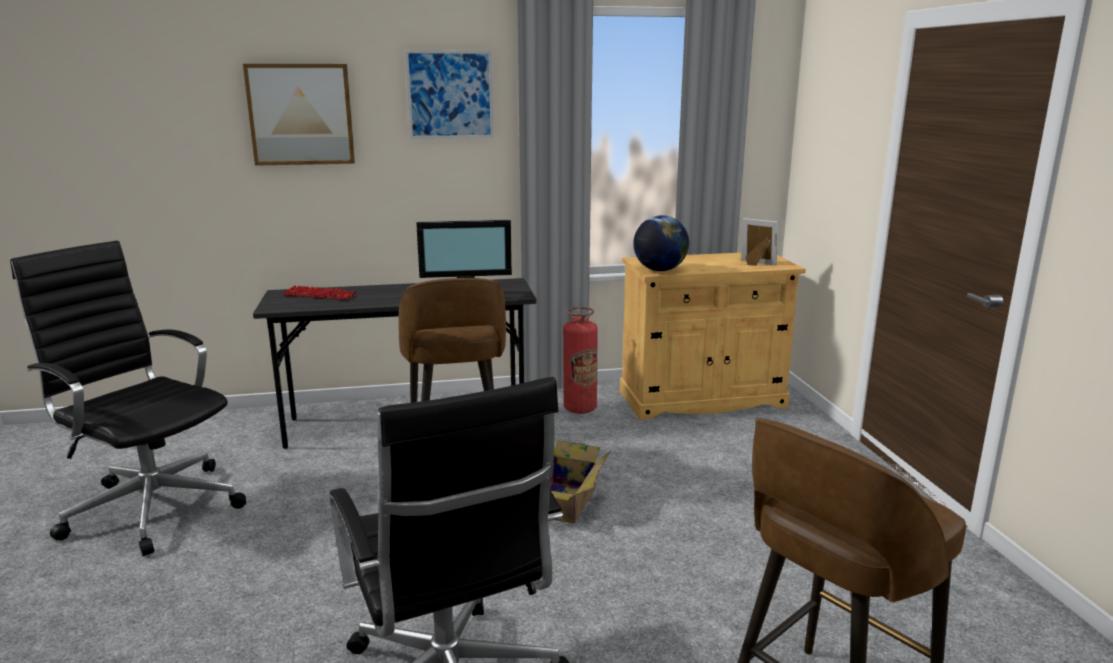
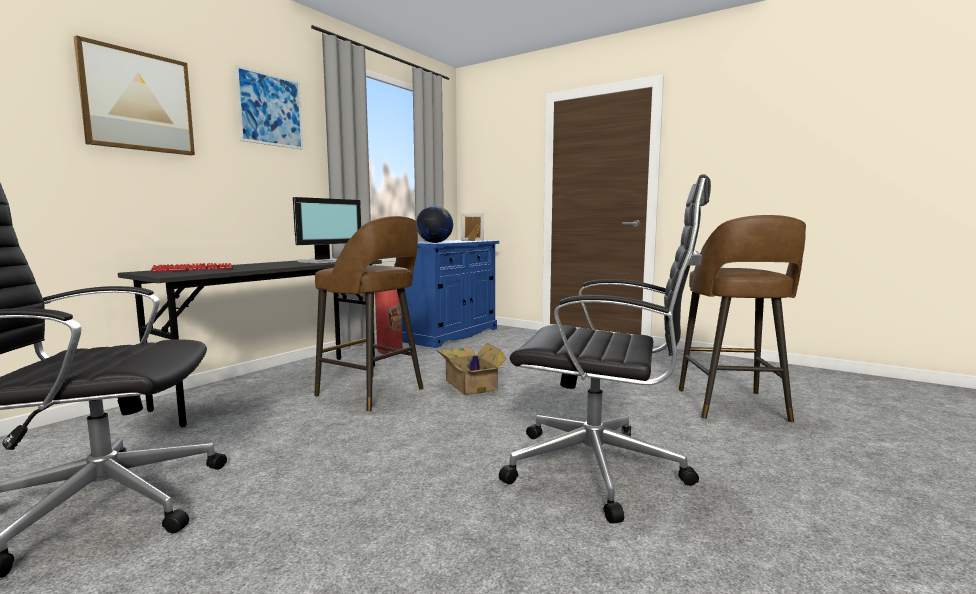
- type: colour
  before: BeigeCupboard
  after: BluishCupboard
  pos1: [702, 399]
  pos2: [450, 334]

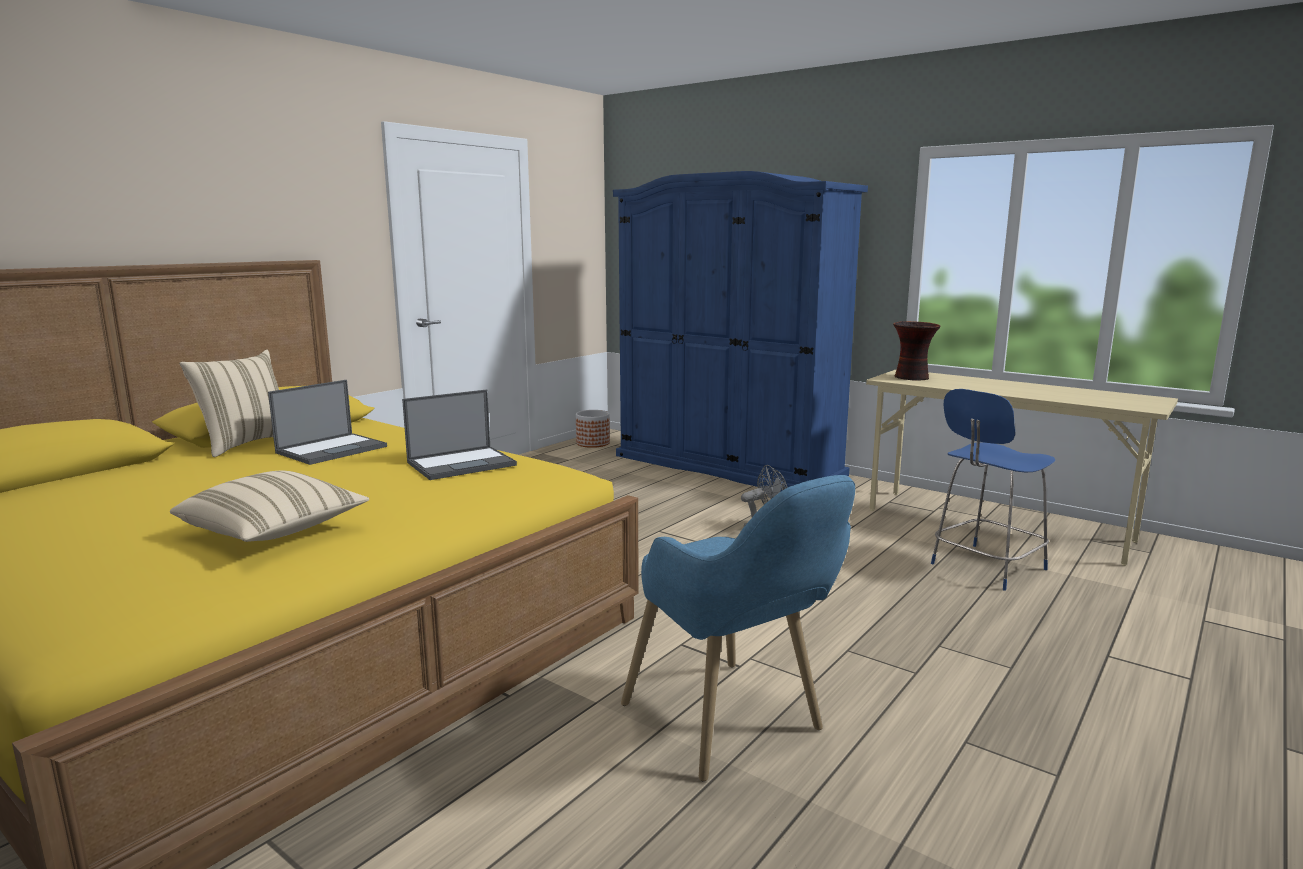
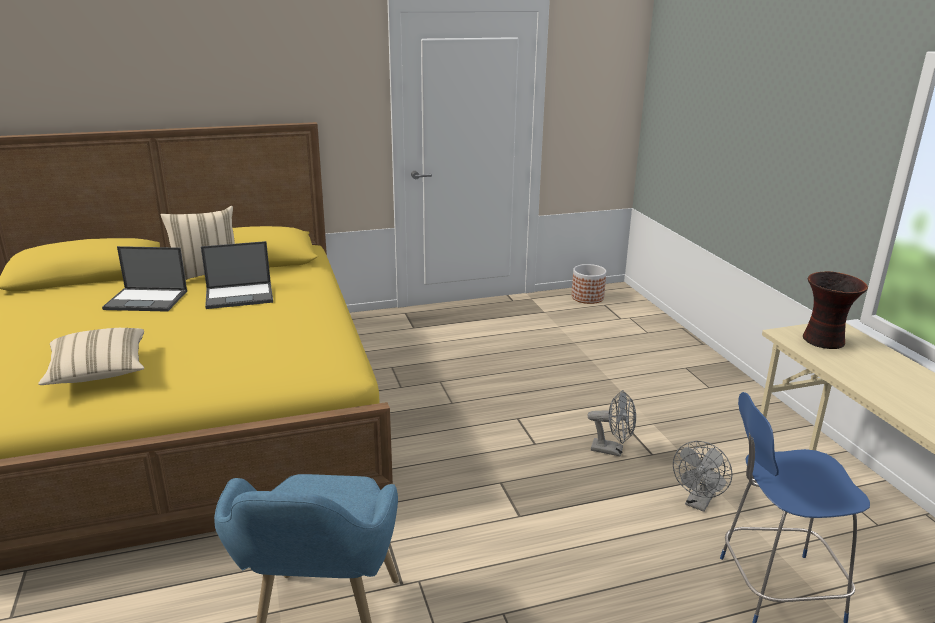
- type: missing
  before: BluishWardrobe
  pos1: [727, 465]
- type: appeared
  after: GrayCoolingFan
  pos2: [698, 503]
- type: relocated
  before: NotebookComputer
  pos1: [462, 463]
  pos2: [147, 300]

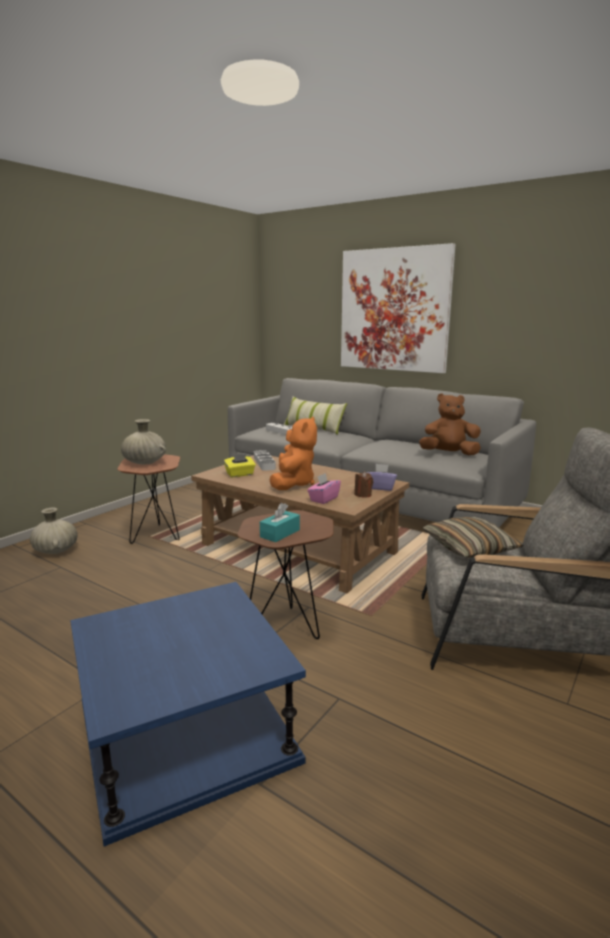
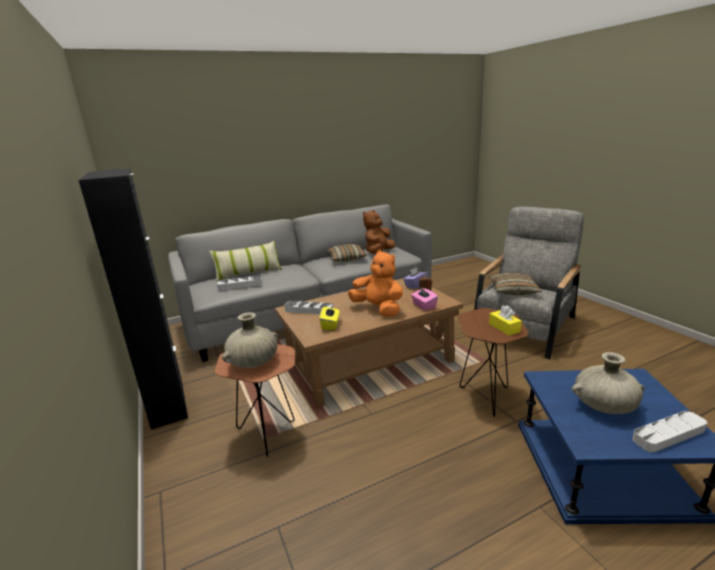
- type: missing
  before: WallArt
  pos1: [394, 310]
- type: appeared
  after: BlackColouredCupboard
  pos2: [167, 402]
- type: appeared
  after: Cushion
  pos2: [346, 258]
- type: appeared
  after: GrayTray
  pos2: [668, 434]
- type: relocated
  before: BeigeDecorativeVase
  pos1: [55, 551]
  pos2: [604, 406]
- type: colour
  before: BlueGreenTissueBox
  after: YellowColouredTissueBox
  pos1: [280, 533]
  pos2: [504, 328]

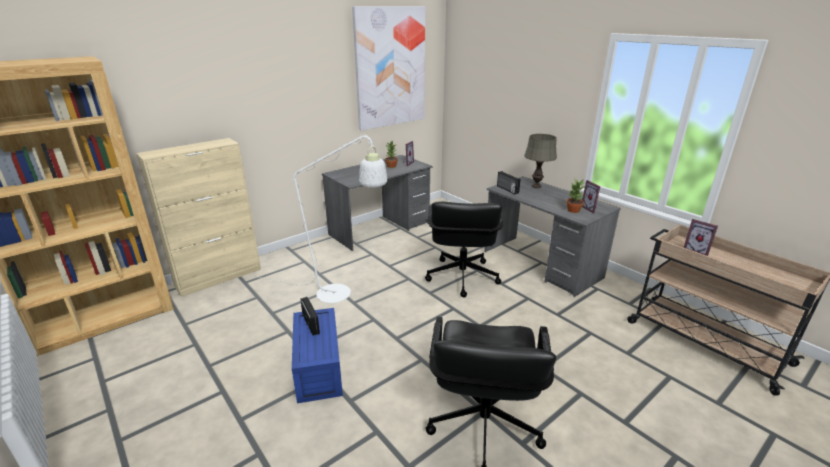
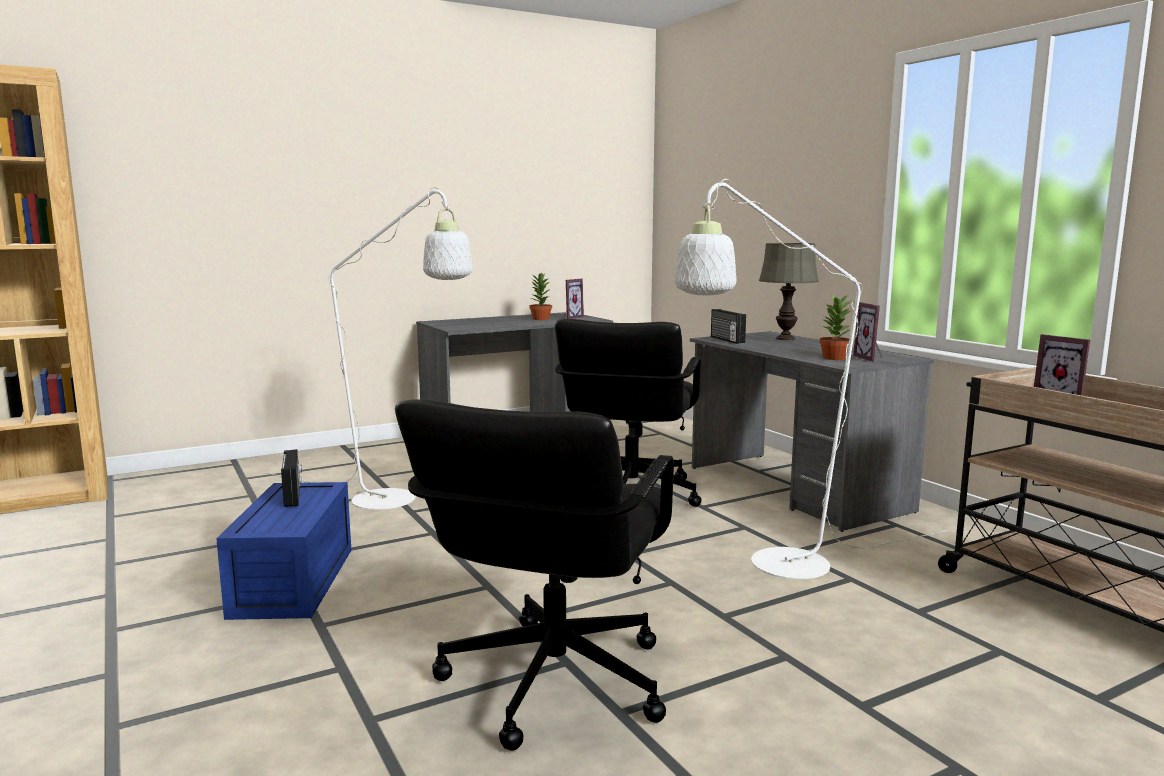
- type: missing
  before: BeigeCupboard
  pos1: [219, 277]
- type: missing
  before: WallArt
  pos1: [390, 68]
- type: appeared
  after: WhitishStandardLamp
  pos2: [773, 566]

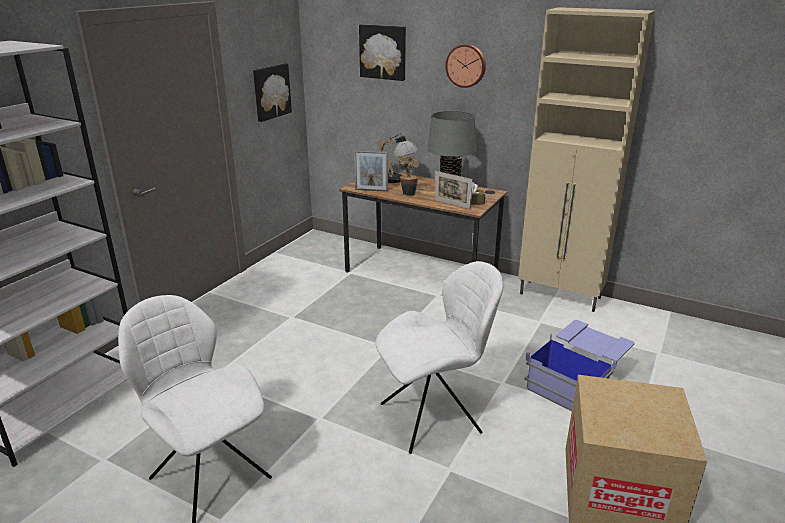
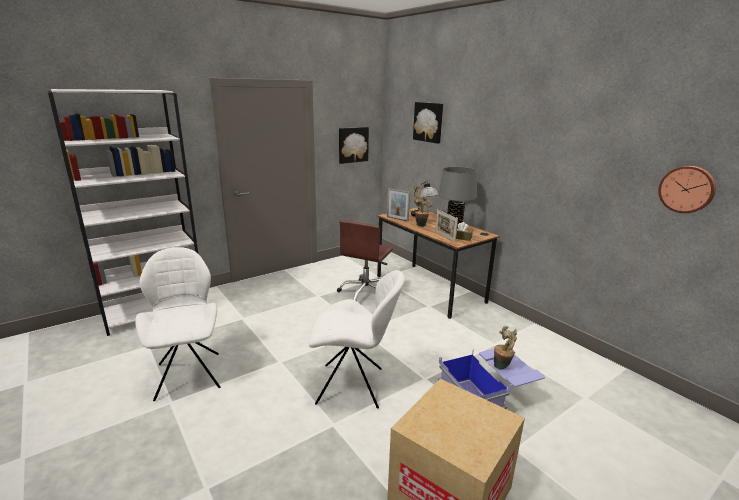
- type: missing
  before: BeigeCupboard
  pos1: [561, 296]
- type: appeared
  after: BrownishDeskChair
  pos2: [365, 293]
- type: appeared
  after: PlantInAPot
  pos2: [502, 366]
- type: relocated
  before: HangingClock
  pos1: [466, 65]
  pos2: [687, 189]

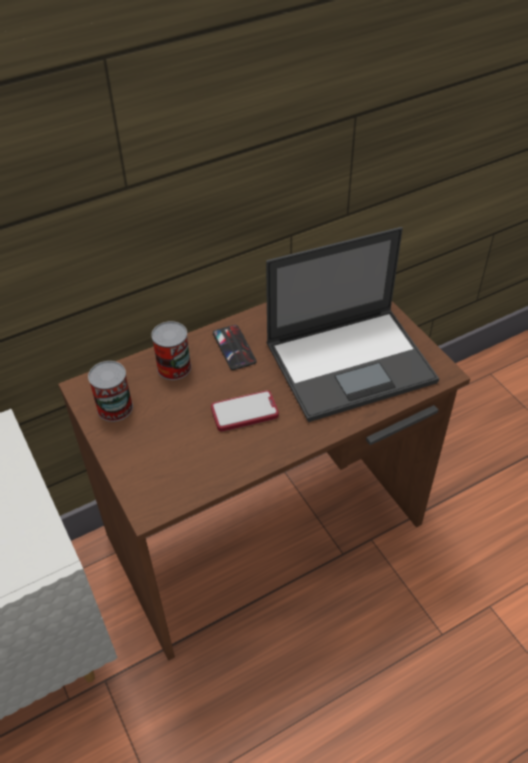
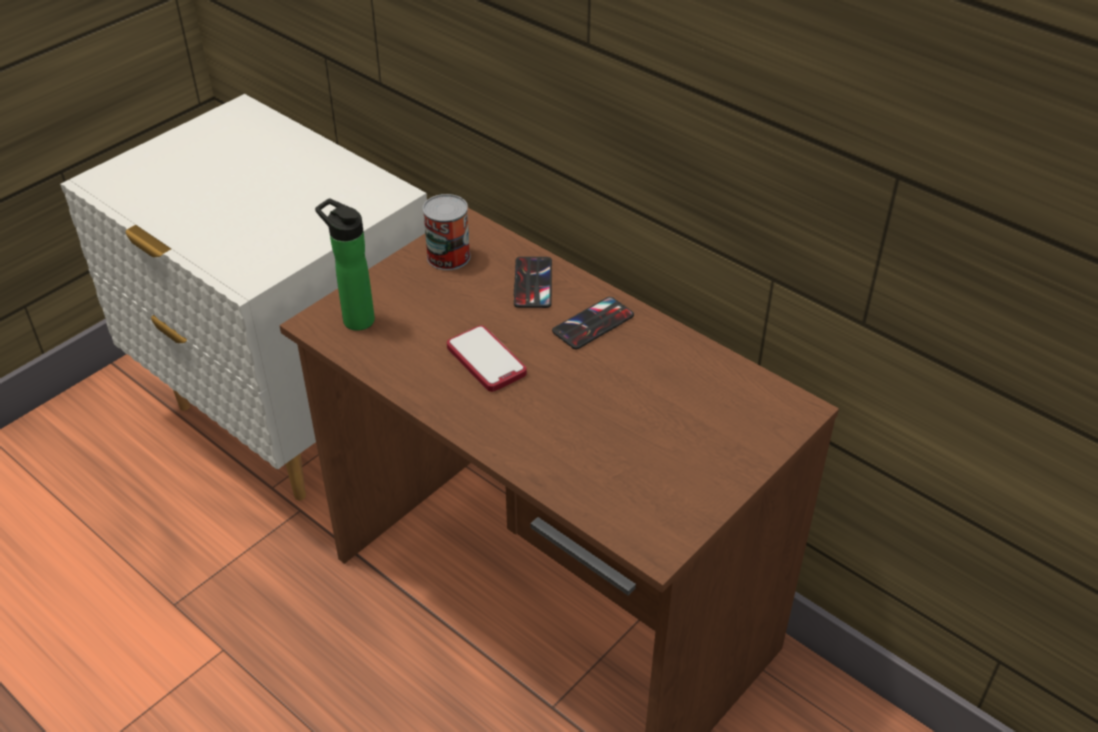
- type: missing
  before: NotebookComputer
  pos1: [351, 362]
- type: appeared
  after: DrinkBottle
  pos2: [355, 318]
- type: exchanged
  before: MetalCan
  after: Handset
  pos1: [174, 367]
  pos2: [532, 283]

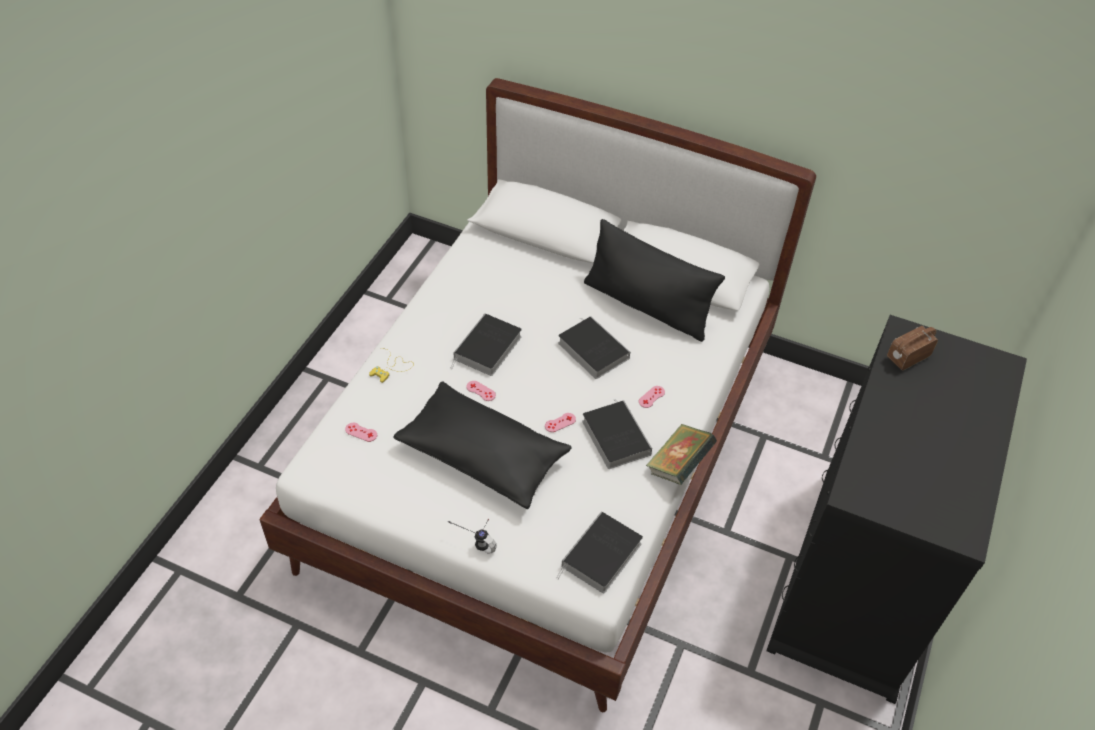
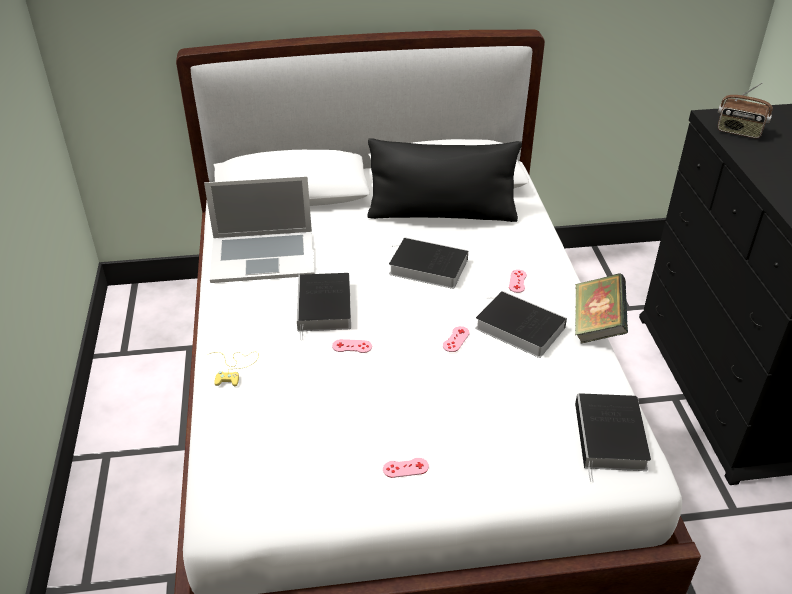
- type: missing
  before: BlackColouredCushion
  pos1: [483, 456]
- type: missing
  before: Headphones
  pos1: [477, 538]
- type: appeared
  after: NotebookComputer
  pos2: [263, 256]
- type: relocated
  before: PinkColouredGameController
  pos1: [361, 432]
  pos2: [405, 468]
- type: spun
  before: Radio
  pos1: [907, 357]
  pos2: [739, 132]
  turn: -90

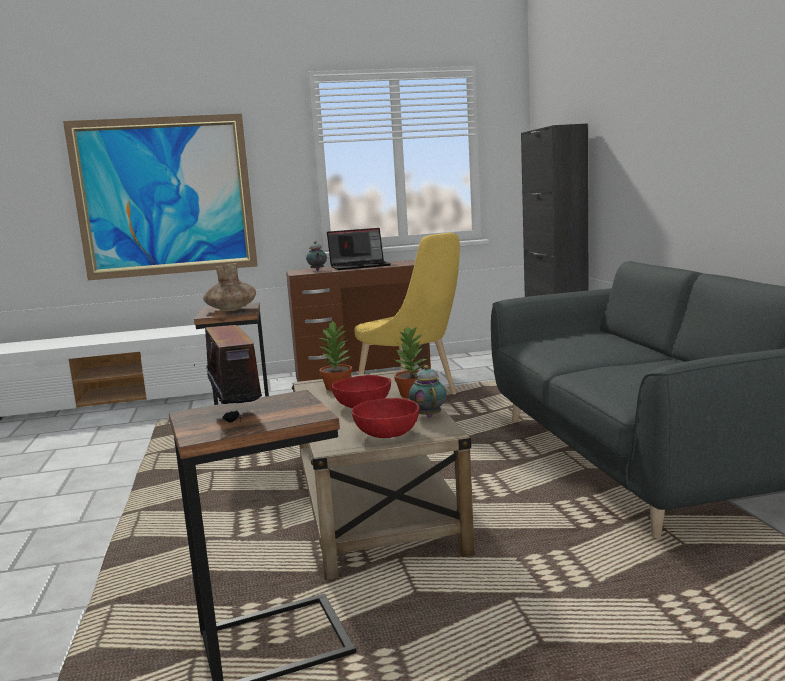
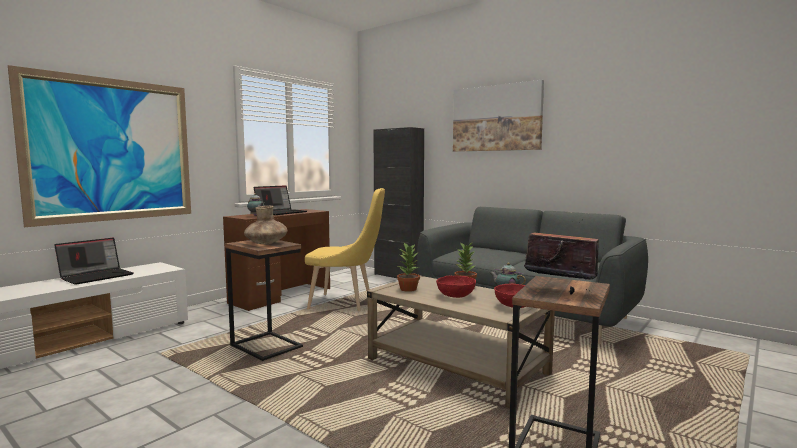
- type: appeared
  after: NotebookComputer
  pos2: [97, 276]
- type: appeared
  after: WallArt
  pos2: [496, 118]

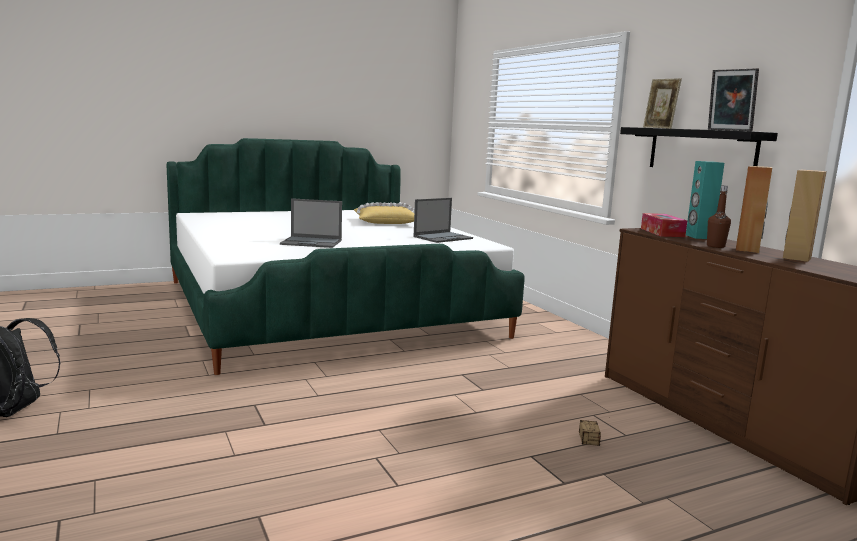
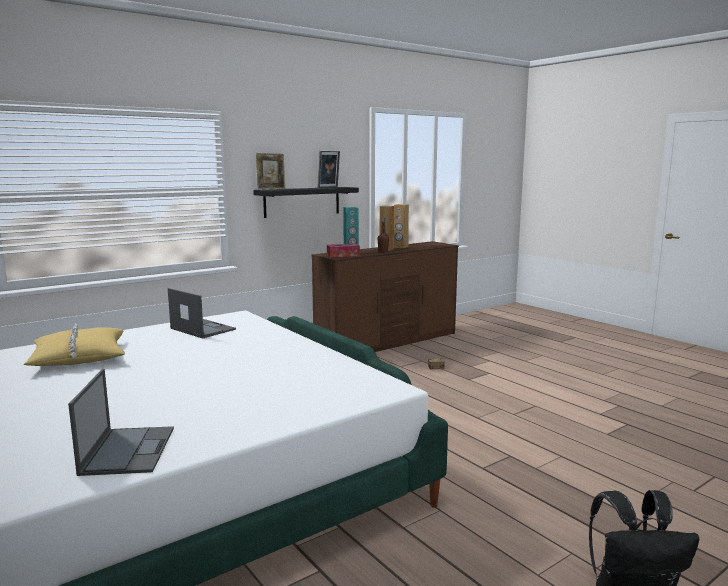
- type: relocated
  before: NotebookComputer
  pos1: [312, 242]
  pos2: [128, 450]

